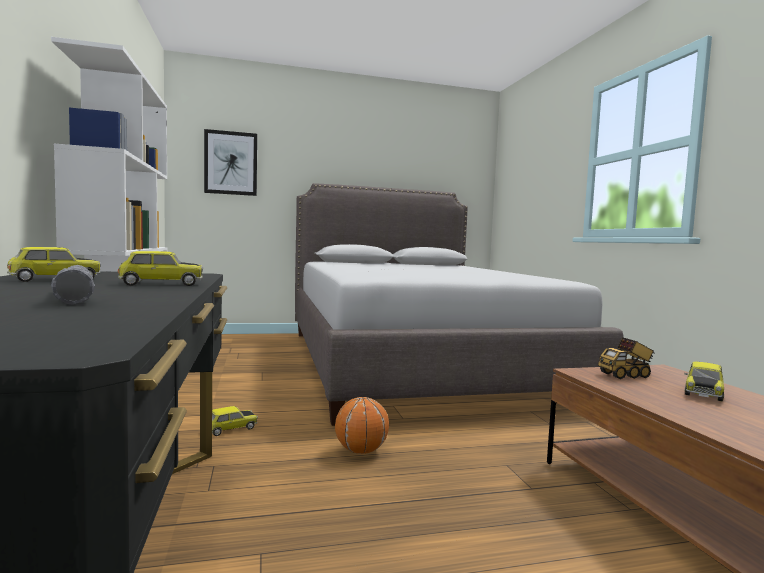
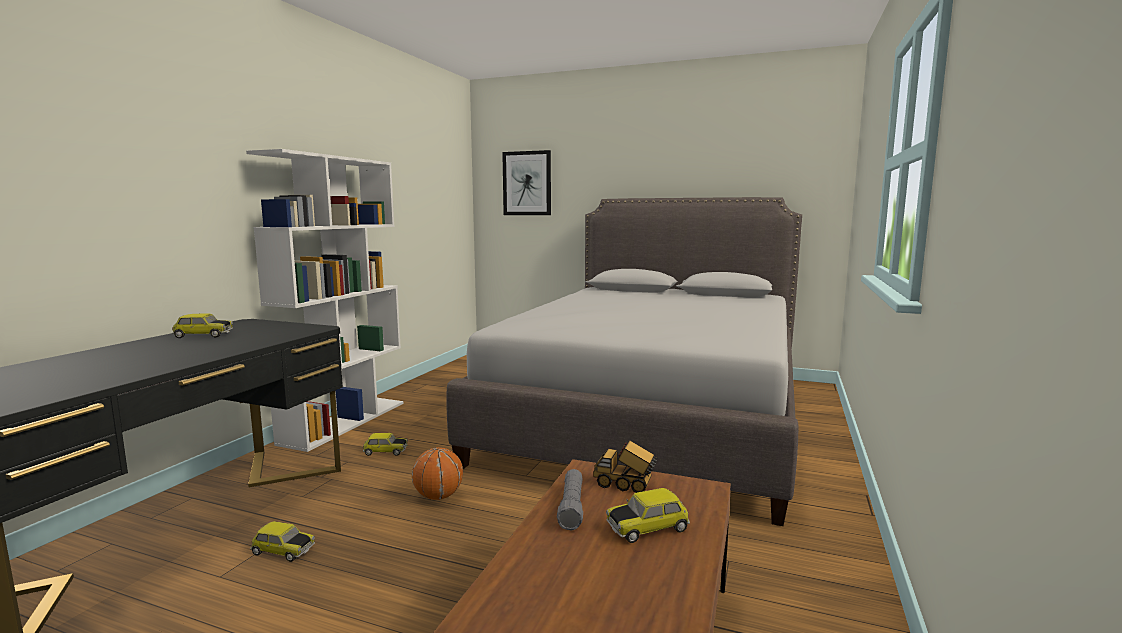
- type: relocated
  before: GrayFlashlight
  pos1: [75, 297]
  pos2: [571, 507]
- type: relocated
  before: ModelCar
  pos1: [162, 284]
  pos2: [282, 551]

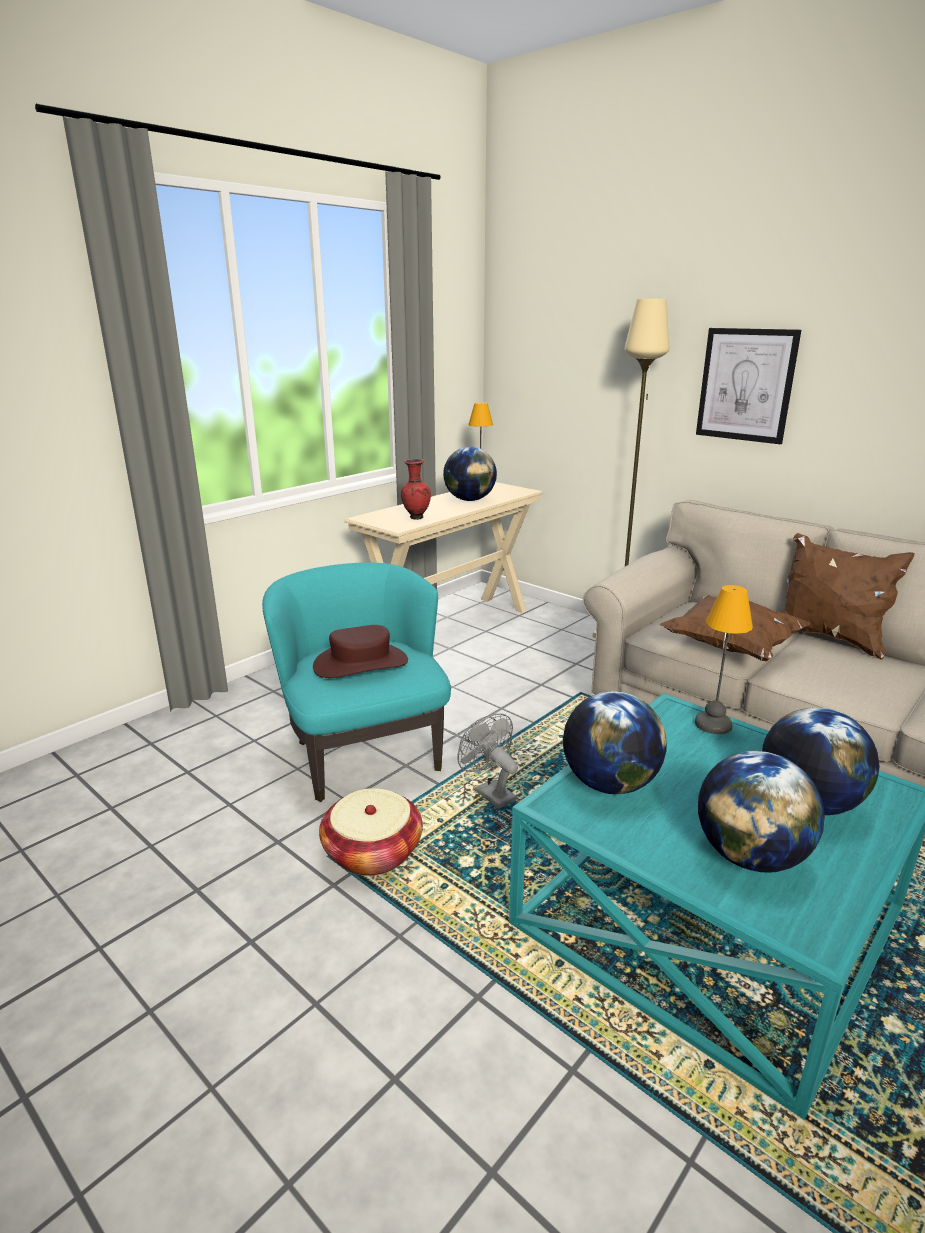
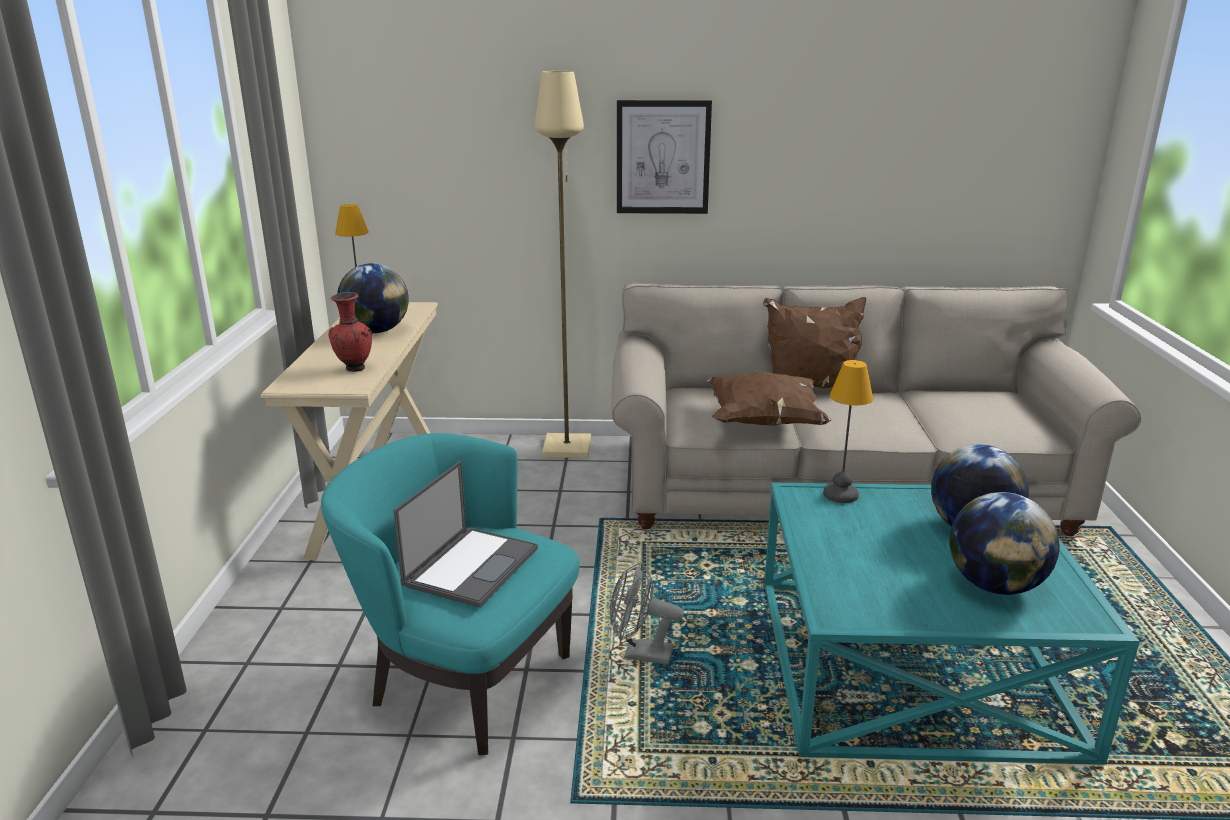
- type: missing
  before: HouseholdBasket
  pos1: [372, 852]
- type: missing
  before: WorldGlobe
  pos1: [609, 784]
- type: exchanged
  before: BrownishWearableHat
  after: NotebookComputer
  pos1: [361, 663]
  pos2: [472, 565]

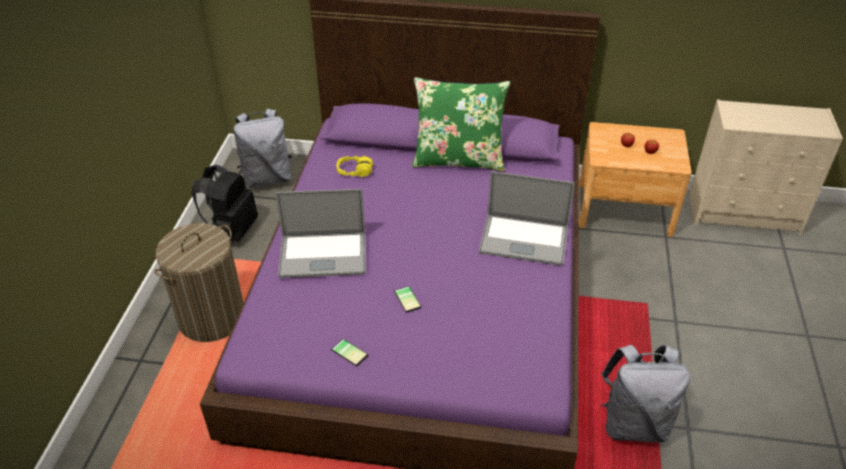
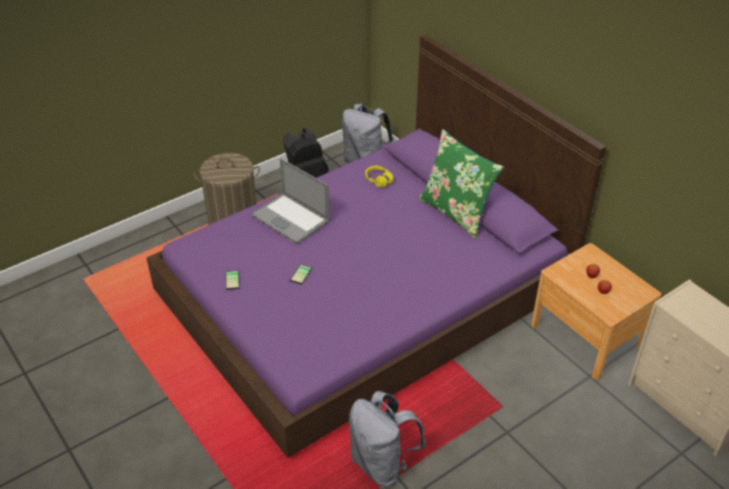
- type: missing
  before: NotebookComputer
  pos1: [523, 240]

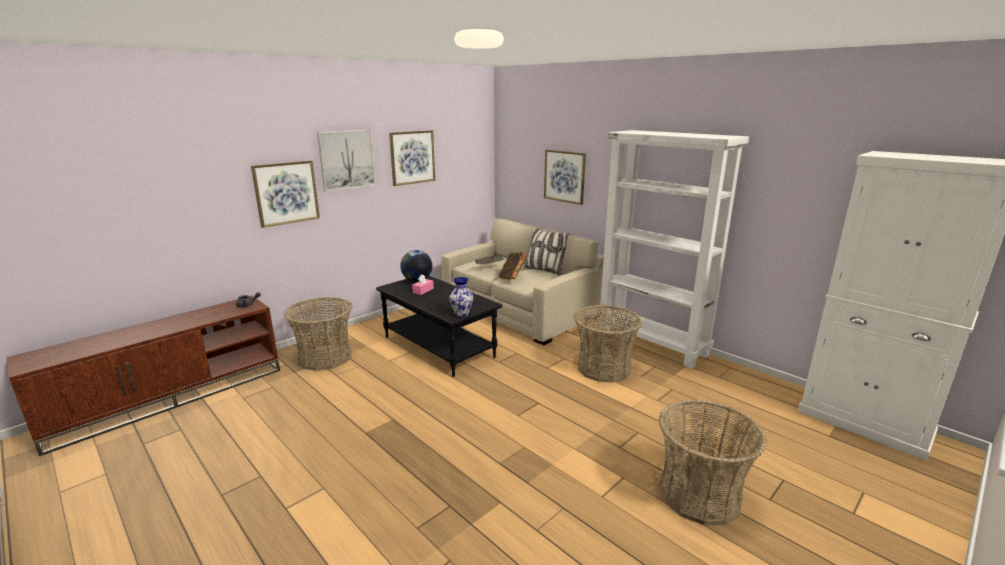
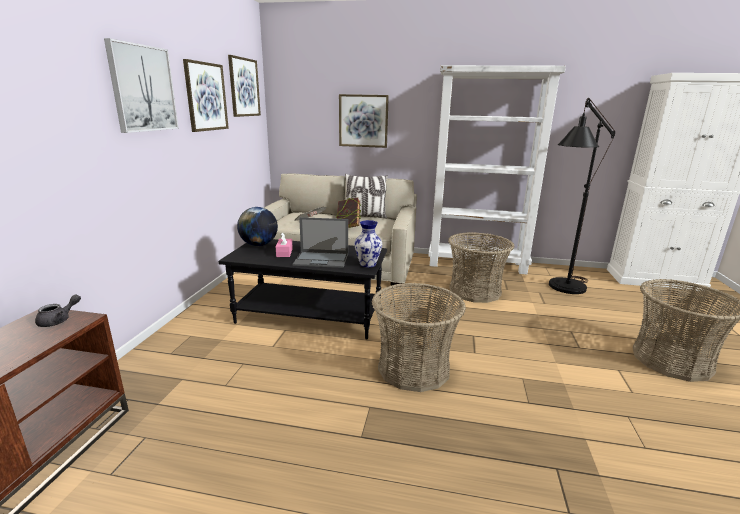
- type: appeared
  after: NotebookComputer
  pos2: [322, 260]
- type: appeared
  after: BlackColouredStandardLamp
  pos2: [562, 289]
- type: relocated
  before: WallArt
  pos1: [286, 193]
  pos2: [244, 87]
- type: relocated
  before: HouseholdBasket
  pos1: [325, 357]
  pos2: [413, 368]

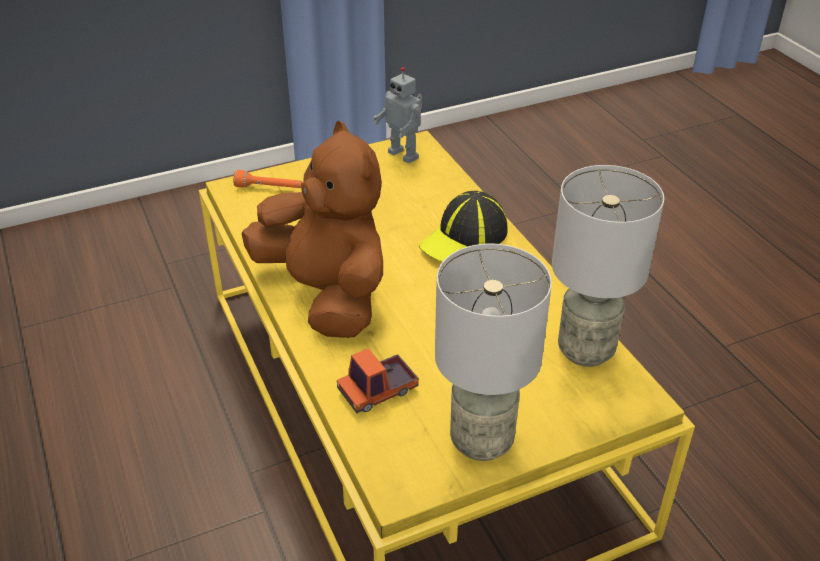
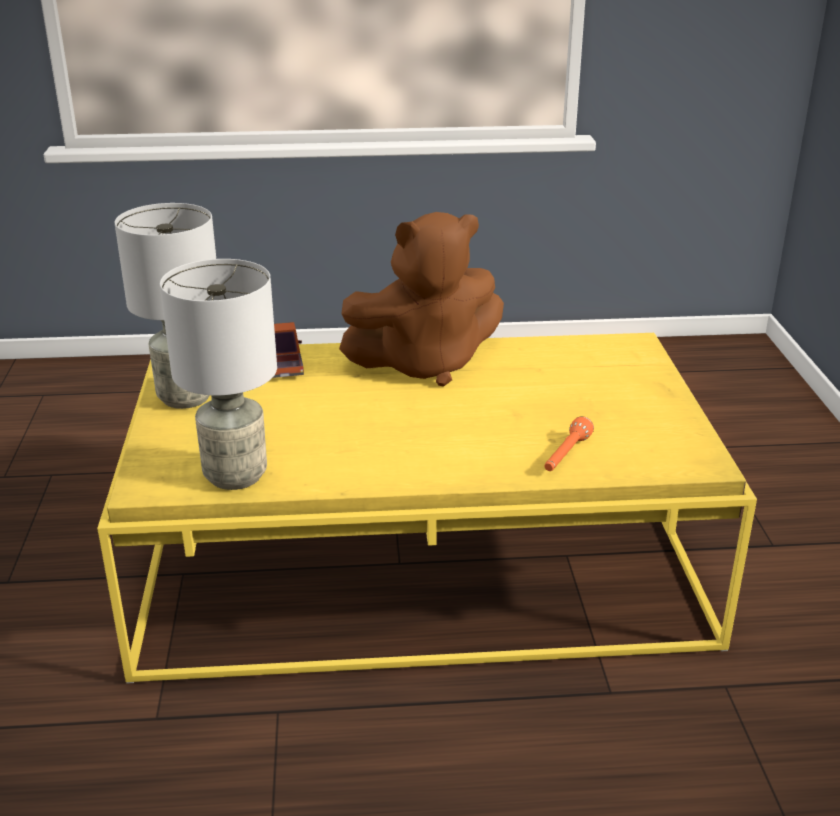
- type: missing
  before: ModelRobot
  pos1: [404, 155]
- type: missing
  before: Cap
  pos1: [464, 238]
- type: relocated
  before: OrangeyFlashlight
  pos1: [269, 188]
  pos2: [566, 455]

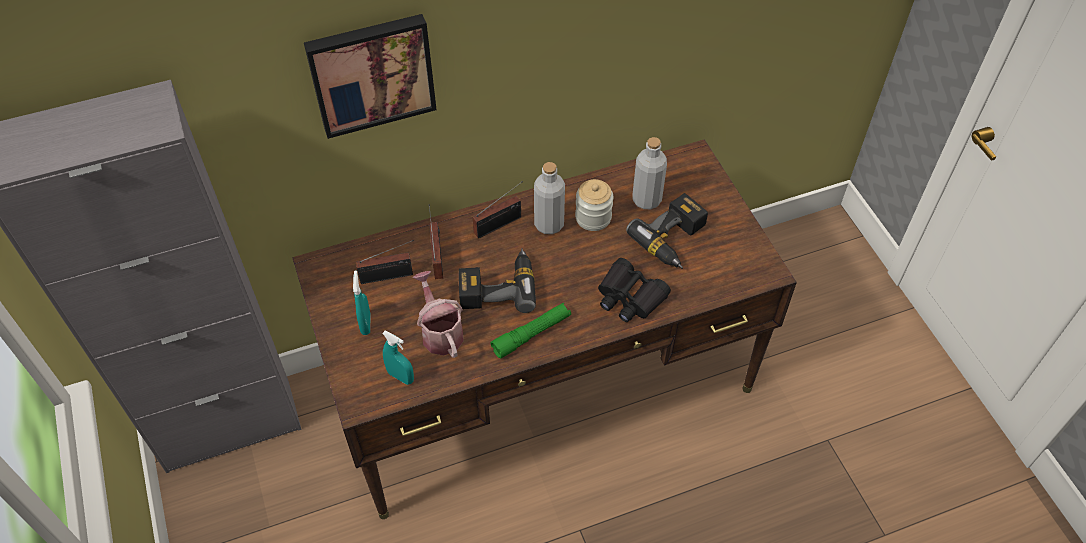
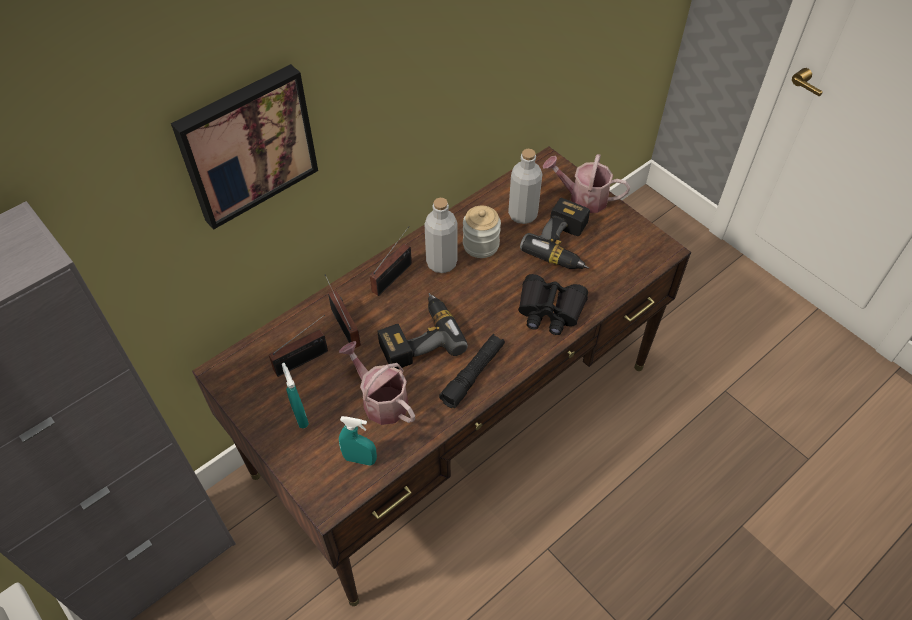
- type: appeared
  after: WateringCan
  pos2: [583, 198]
- type: colour
  before: GreenFlashlight
  after: BlackColouredFlashlight
  pos1: [531, 334]
  pos2: [473, 374]

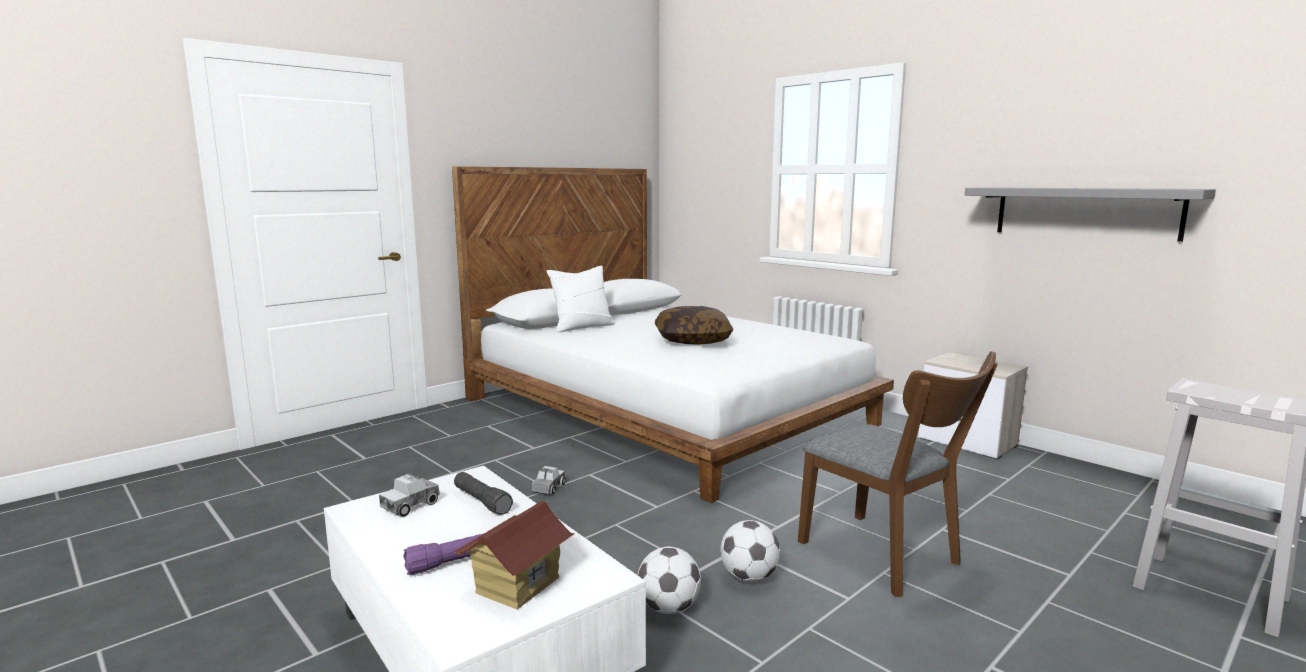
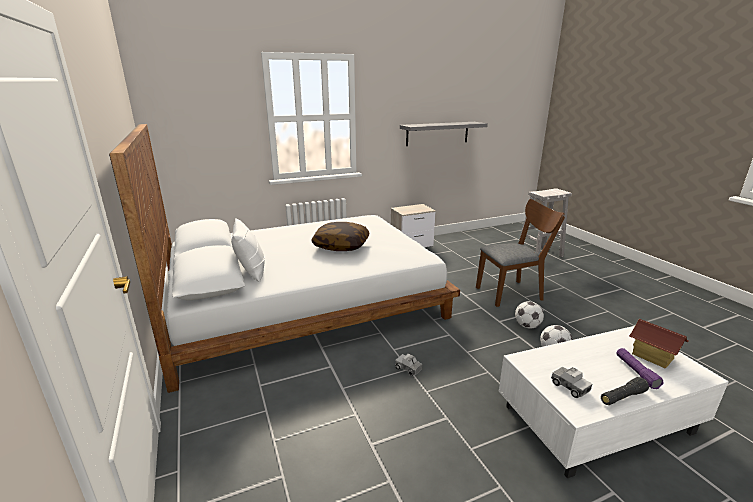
- type: relocated
  before: BlackColouredFlashlight
  pos1: [482, 501]
  pos2: [622, 397]

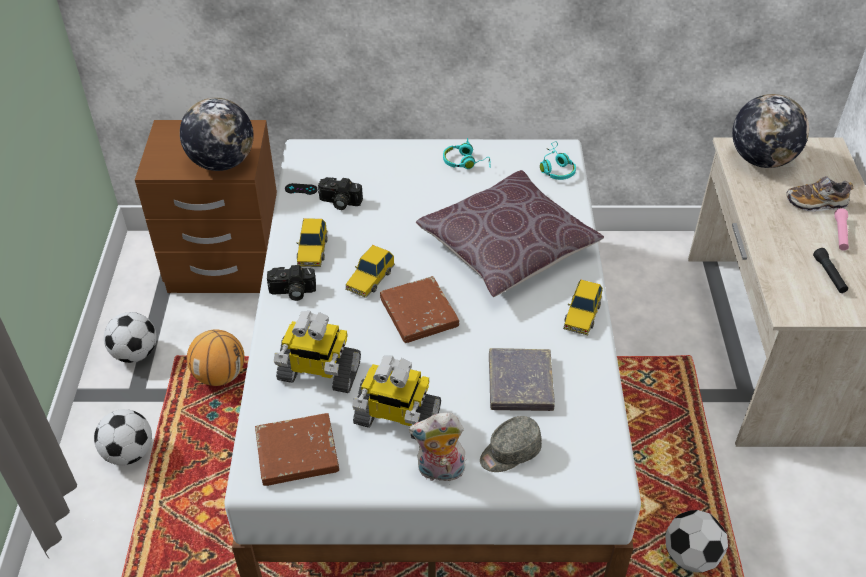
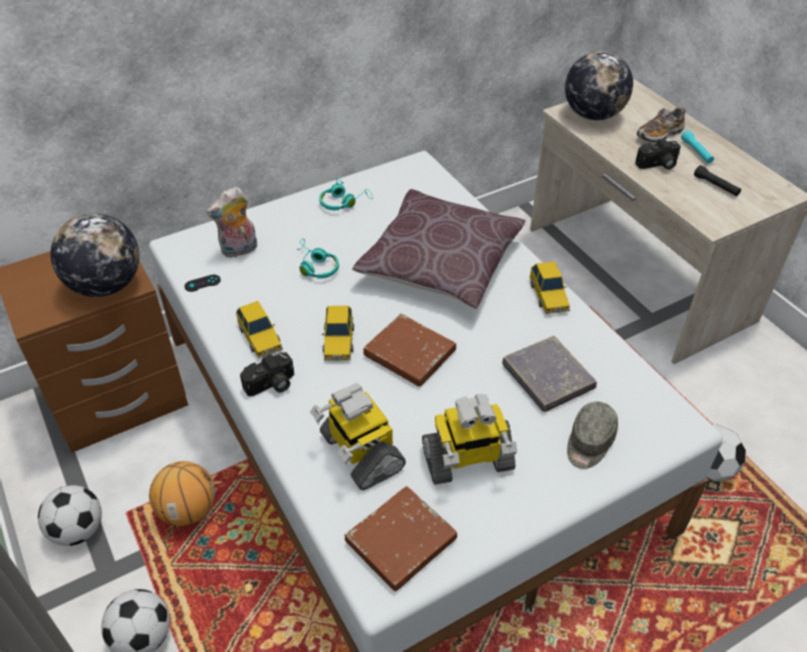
- type: relocated
  before: StillCamera
  pos1: [339, 202]
  pos2: [658, 165]
- type: relocated
  before: SoftToy
  pos1: [439, 472]
  pos2: [239, 250]
- type: relocated
  before: BlueGreenHeadphones
  pos1: [556, 168]
  pos2: [316, 266]
- type: colour
  before: PinkColouredFlashlight
  after: BlueGreenFlashlight
  pos1: [840, 234]
  pos2: [696, 152]
- type: spun
  before: ModelRobot
  pos1: [318, 373]
  pos2: [360, 452]
  turn: 75

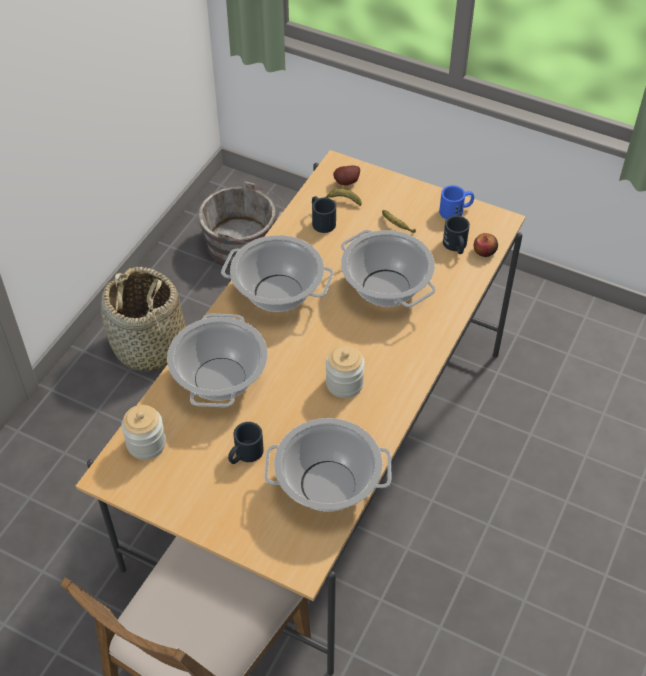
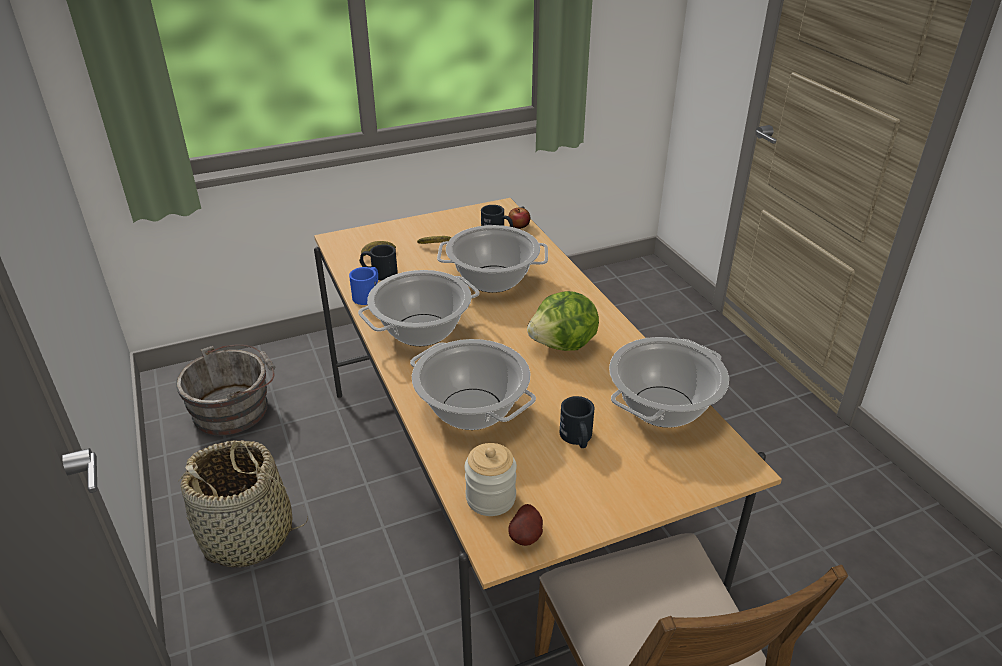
- type: relocated
  before: Spud
  pos1: [347, 183]
  pos2: [527, 537]
- type: relocated
  before: BluishMug
  pos1: [456, 210]
  pos2: [368, 294]
- type: exchanged
  before: Jar
  after: Lettuce
  pos1: [344, 383]
  pos2: [564, 345]

